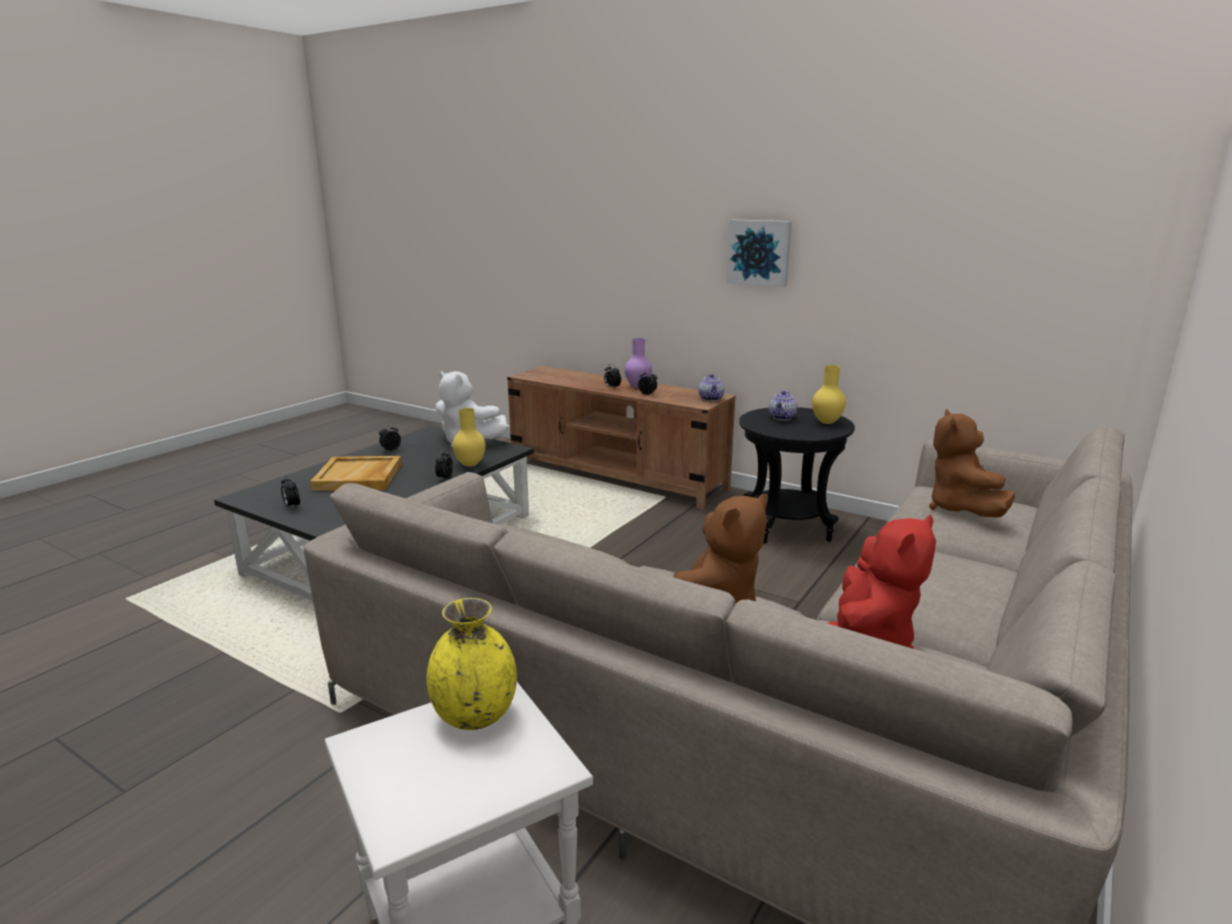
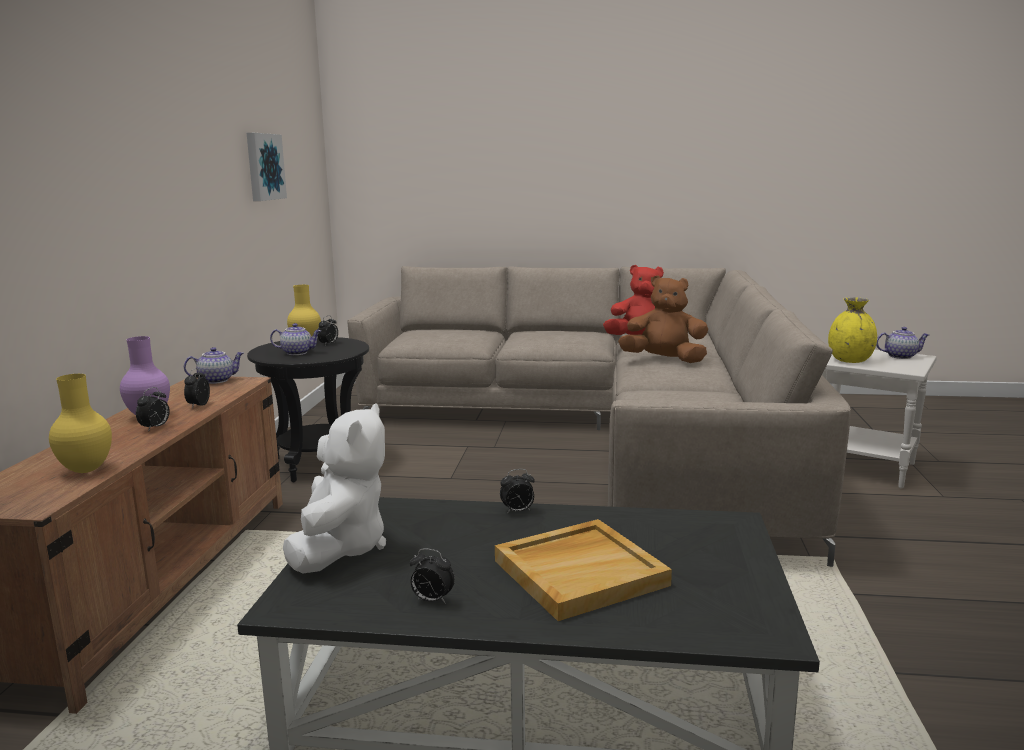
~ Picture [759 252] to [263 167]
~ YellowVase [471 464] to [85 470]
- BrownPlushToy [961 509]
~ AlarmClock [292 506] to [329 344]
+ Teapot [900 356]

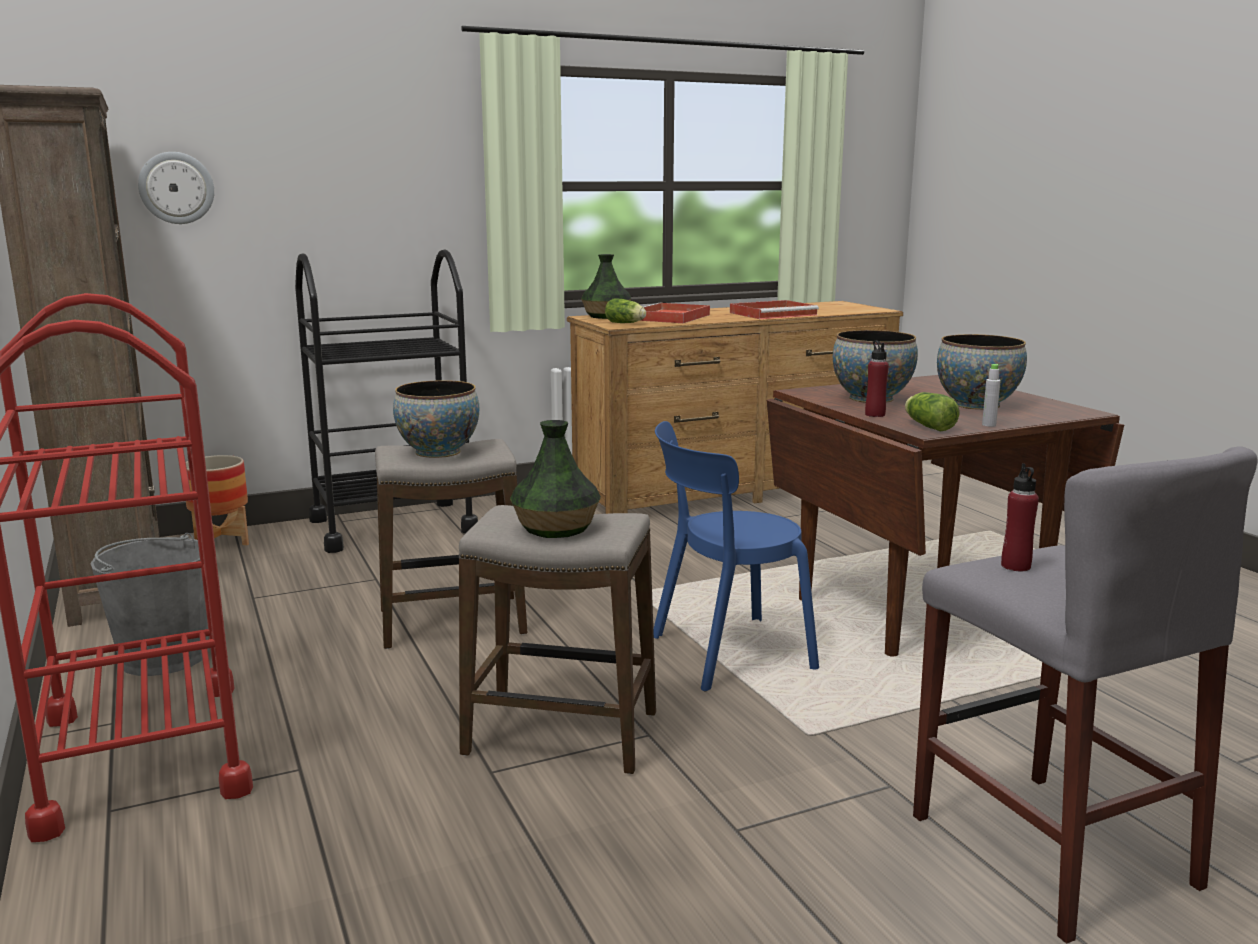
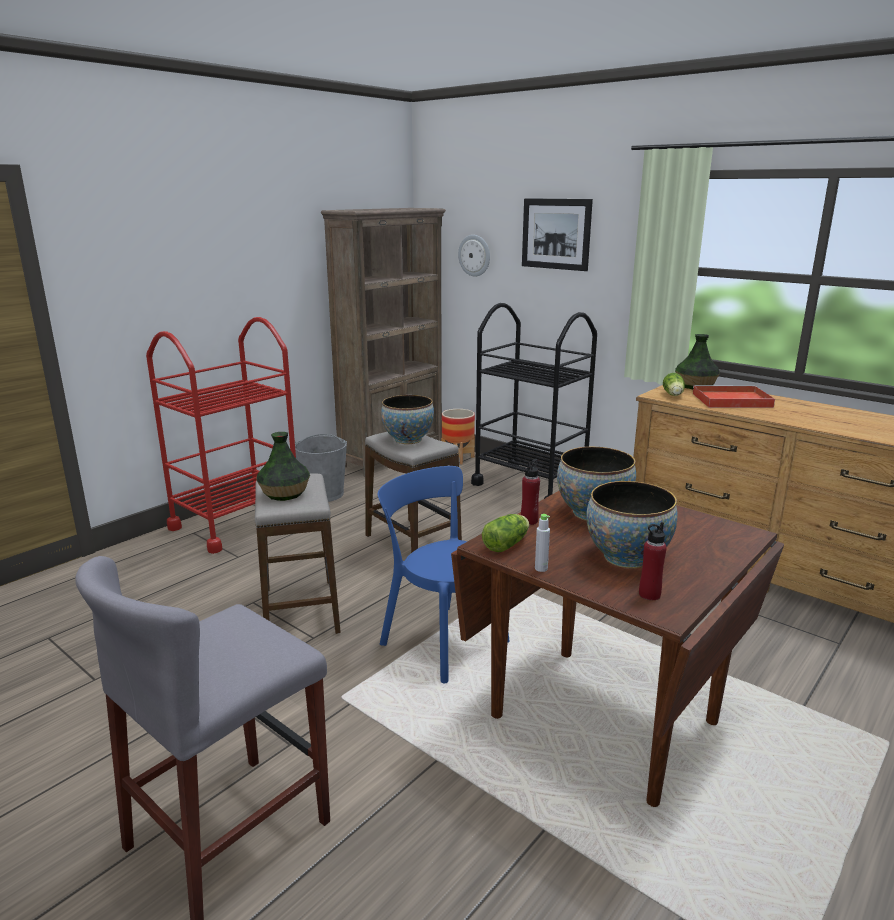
- RedTray [774 314]
~ RedBottle [1015 566] to [649 594]
+ Picture [556 234]

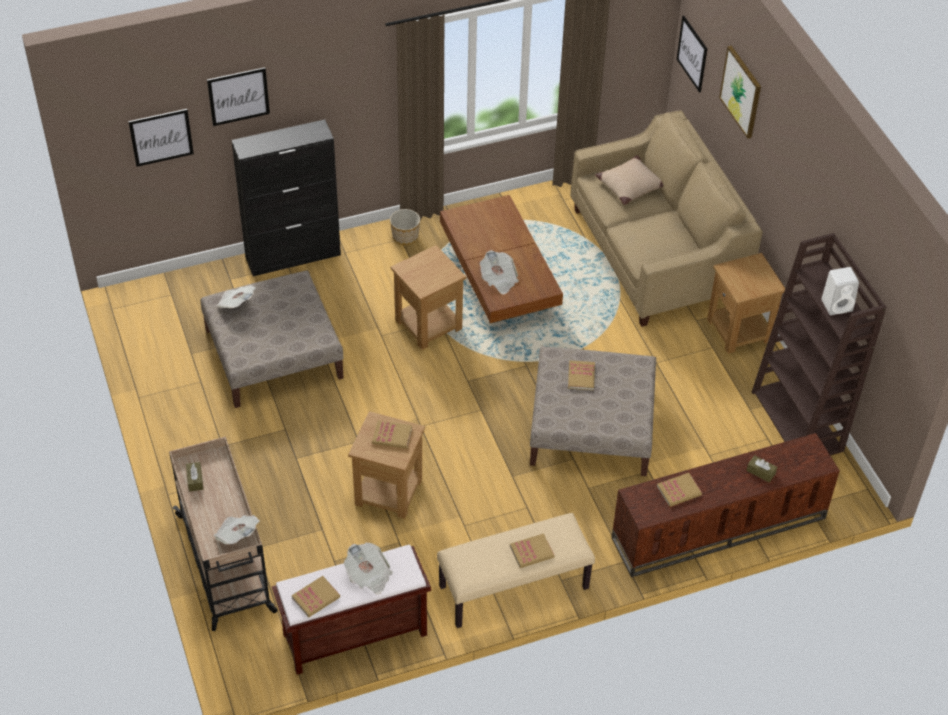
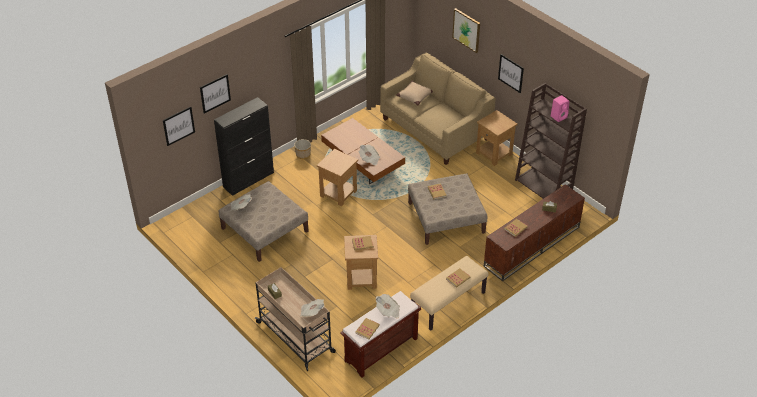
~ Picture [692 53] to [511 73]
~ WhiteSpeaker [837 305] to PinkSpeaker [559 116]

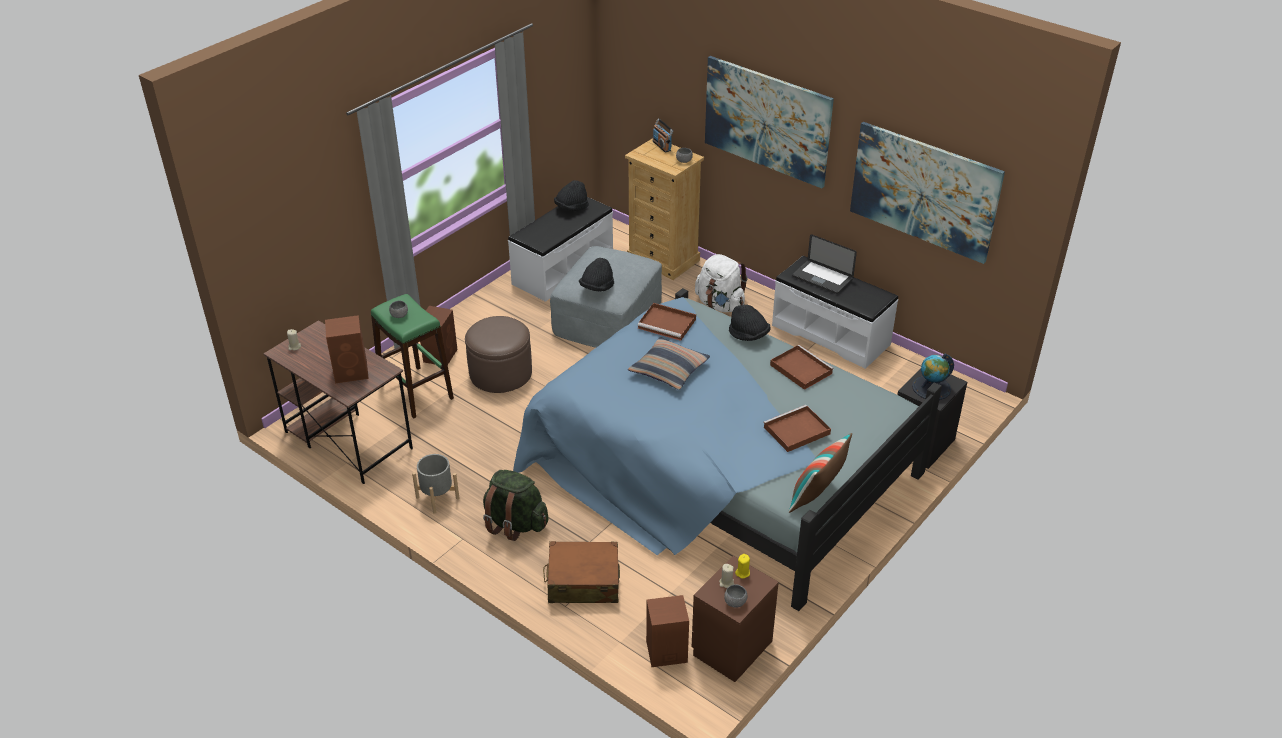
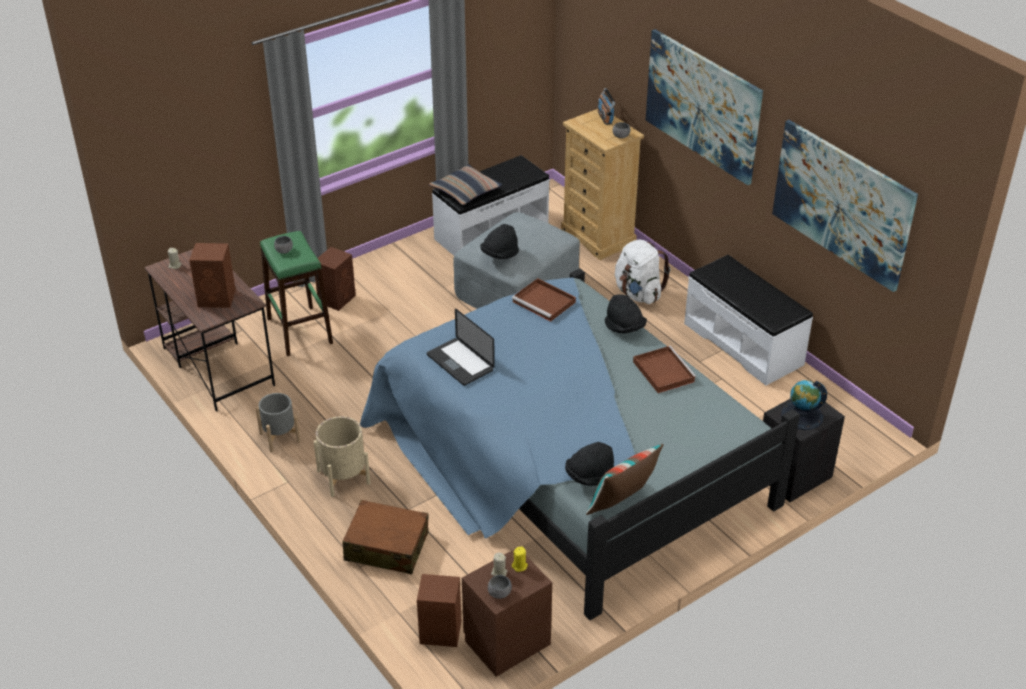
~ BlackHat [571 207] to [589 476]
~ Laptop [822 278] to [460 362]
- BrownOttoman [500 373]
~ Pillow [669 370] to [465 191]
- BrownTray [796 431]
~ GreenBackpack [515 523] to BeigePlanter [343 477]

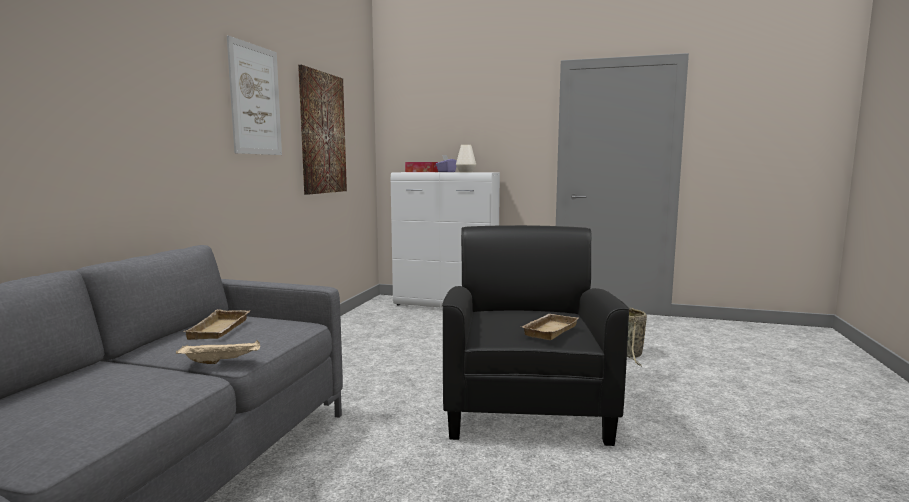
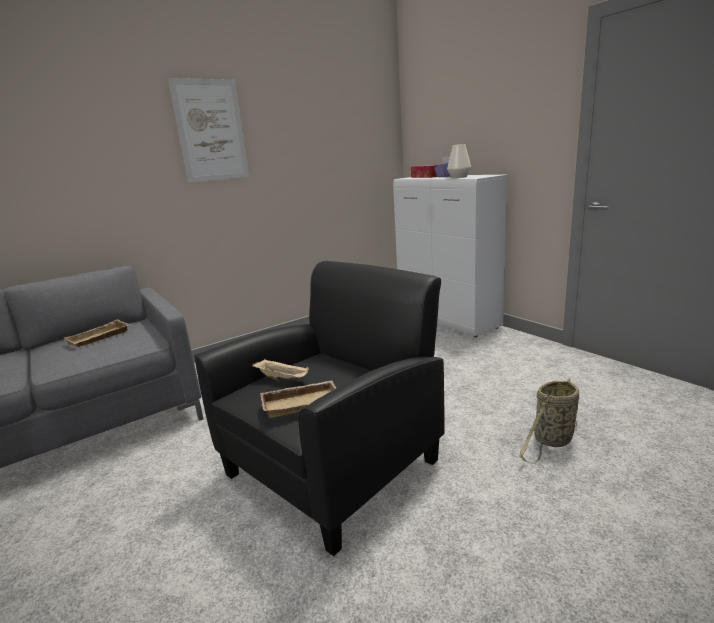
- Picture [322 133]
~ BeigeTray [222 361] to [282 378]

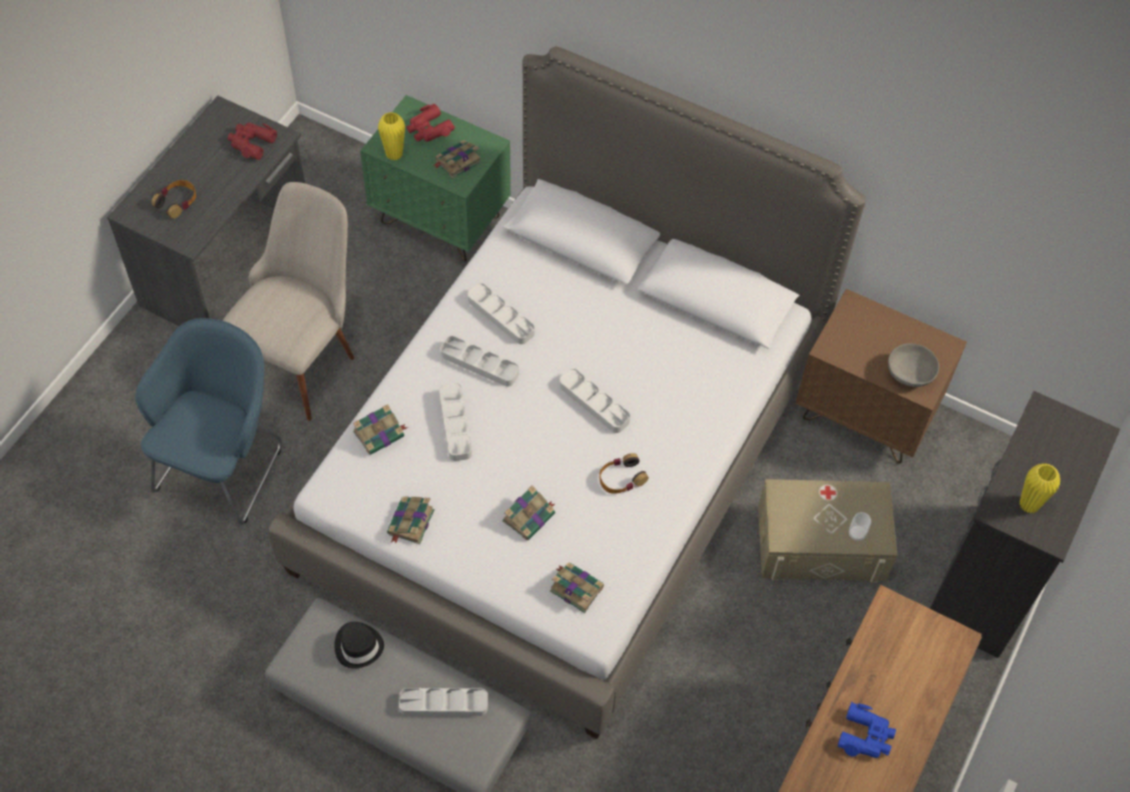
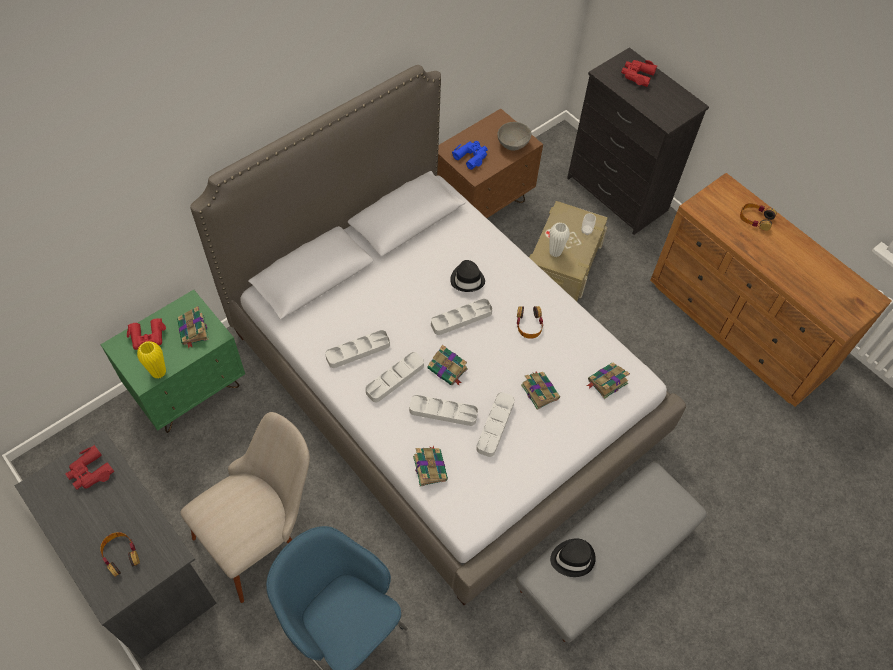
~ BeigeChair [302 353] = [262 534] 90 degrees clockwise
- YellowVase [1029 504]
~ Book [410 523] to [448 369]
~ GreyTray [443 704] to [495 426]
~ BlueBinoculars [866 736] to [471 156]
+ RedBinoculars [637 75]
+ Headphones [755 219]
+ WhiteVase [555 252]
+ BlackHat [467 279]

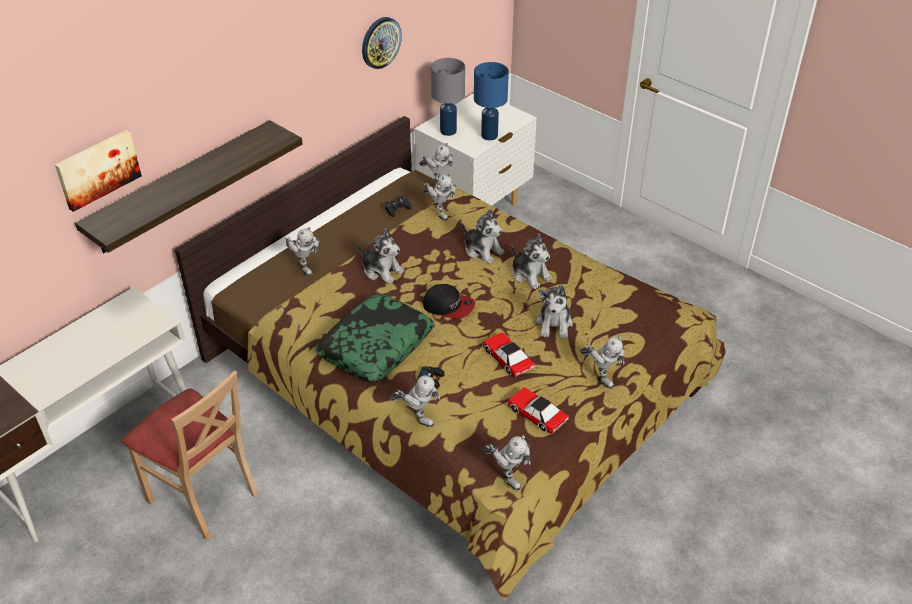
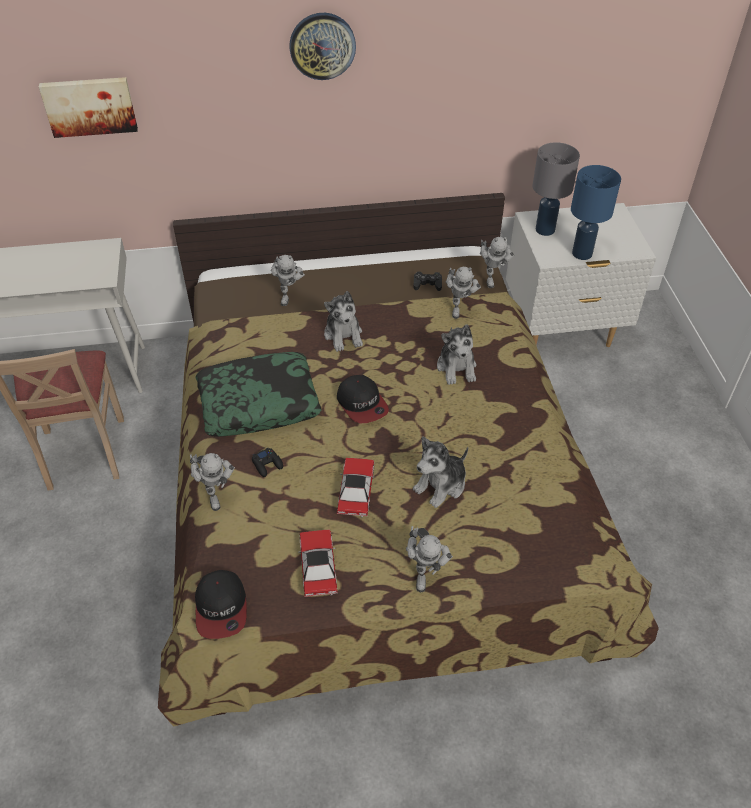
~ WallClock [380 42] to [322 46]
- Shelf [182 187]
- PlushToy [530 275]
~ ToyRobot [506 476] to Cap [221 608]

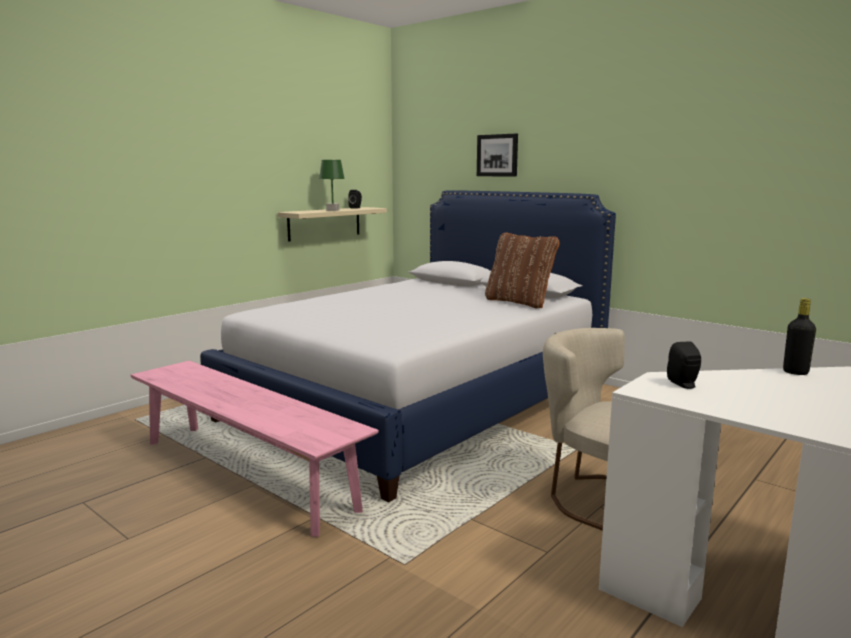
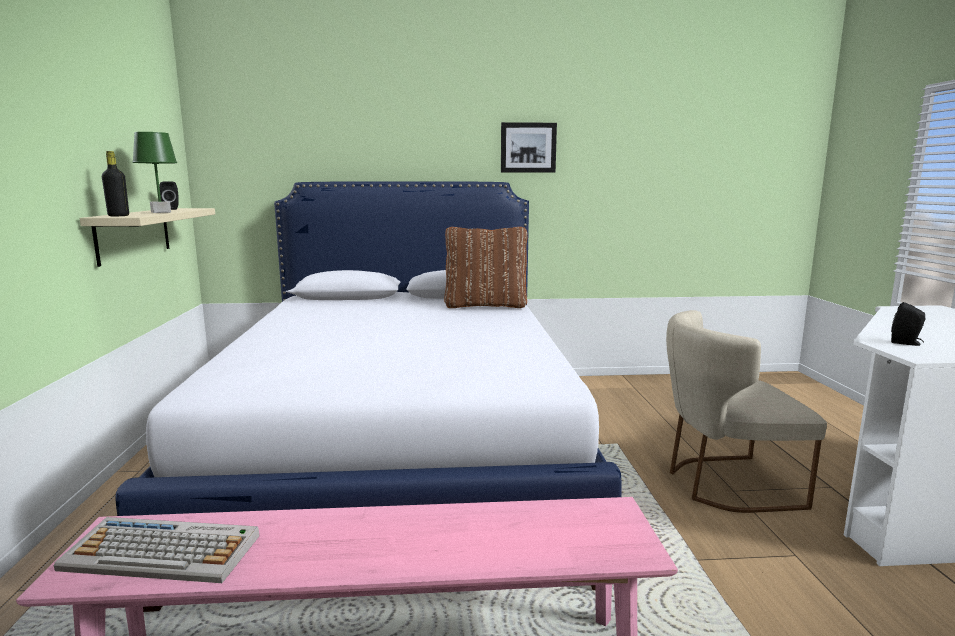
~ Picture [497 155] to [528 147]
~ BlackBottle [795 372] to [118 216]
+ Keyboard [164 552]

